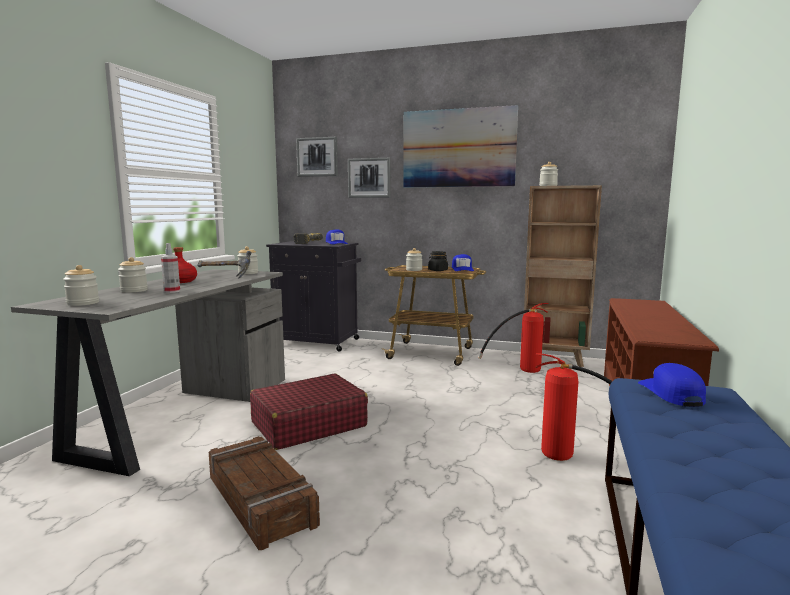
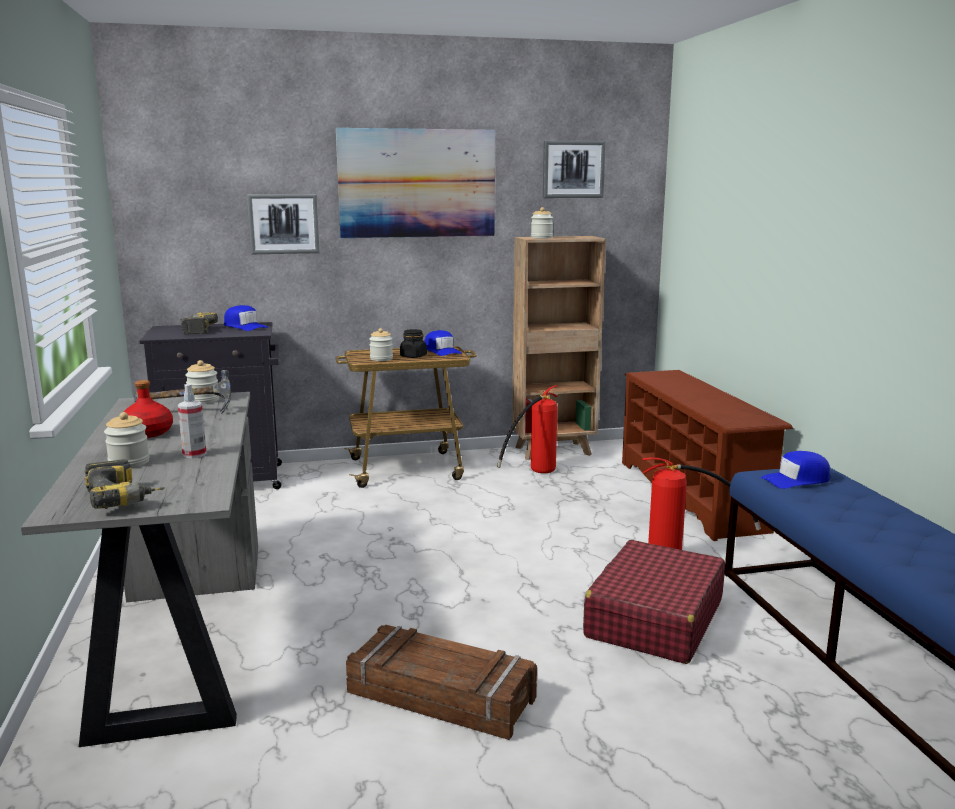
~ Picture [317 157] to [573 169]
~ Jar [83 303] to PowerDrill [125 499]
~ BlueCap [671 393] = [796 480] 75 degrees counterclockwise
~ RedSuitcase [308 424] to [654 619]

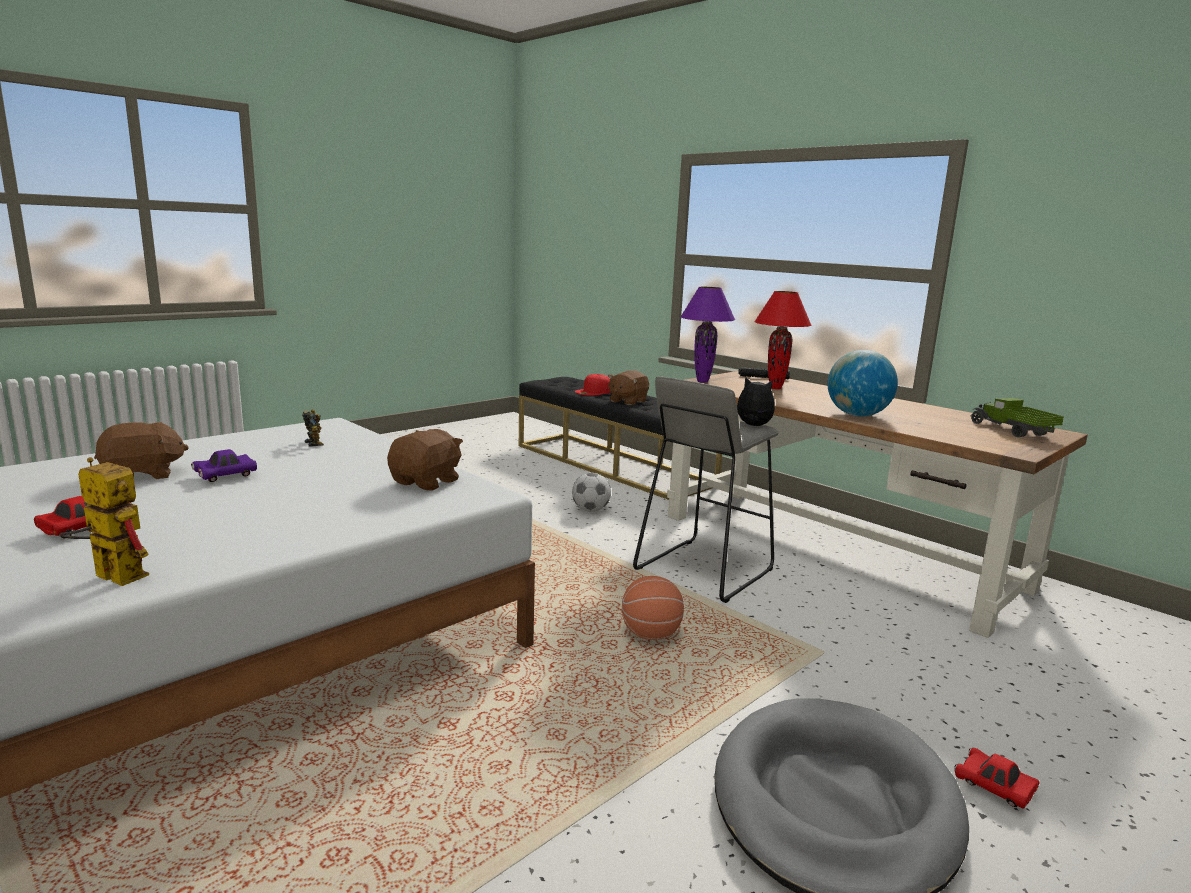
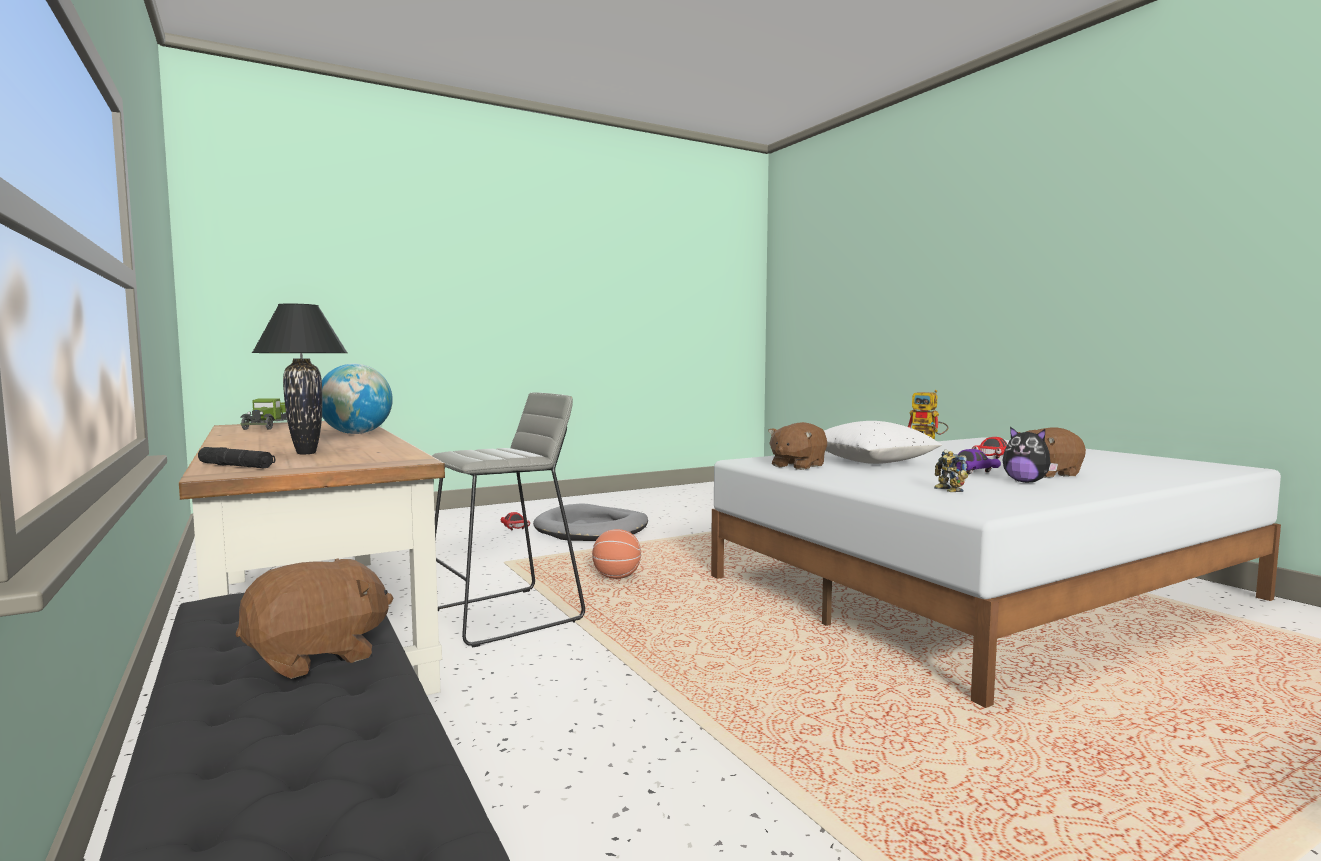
- PurpleTableLamp [703 381]
~ RedTableLamp [775 388] to BlackTableLamp [305 453]
- RedCap [594 391]
~ PlushToy [753 426] to [1026 482]
- Football [591 510]
+ WhitePillow [872 462]

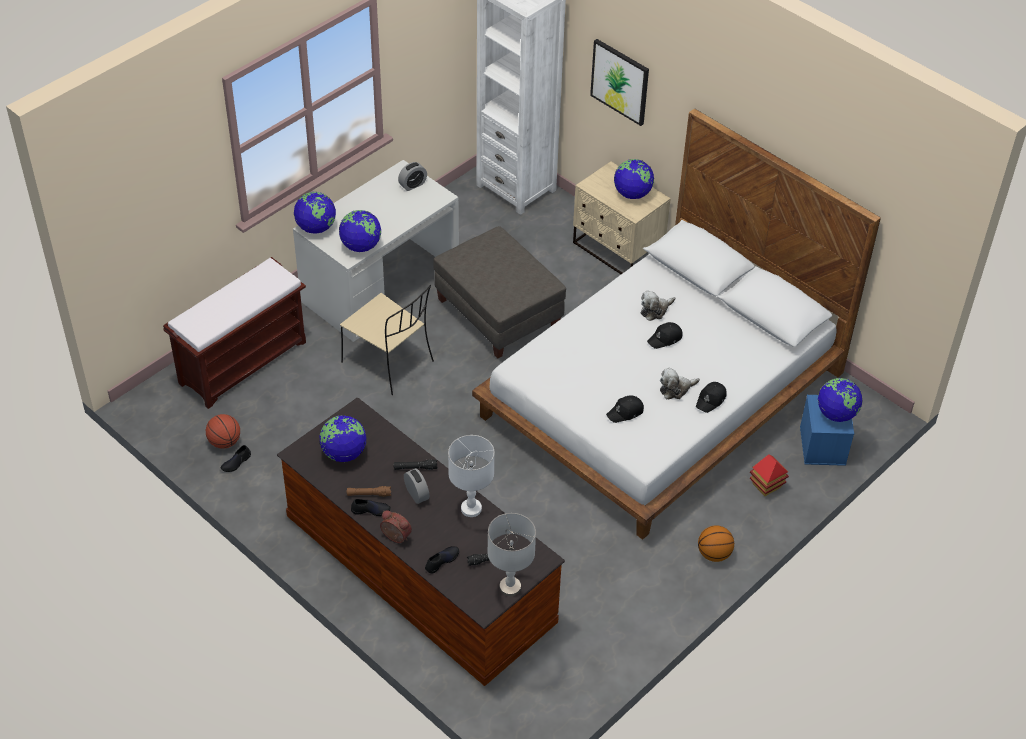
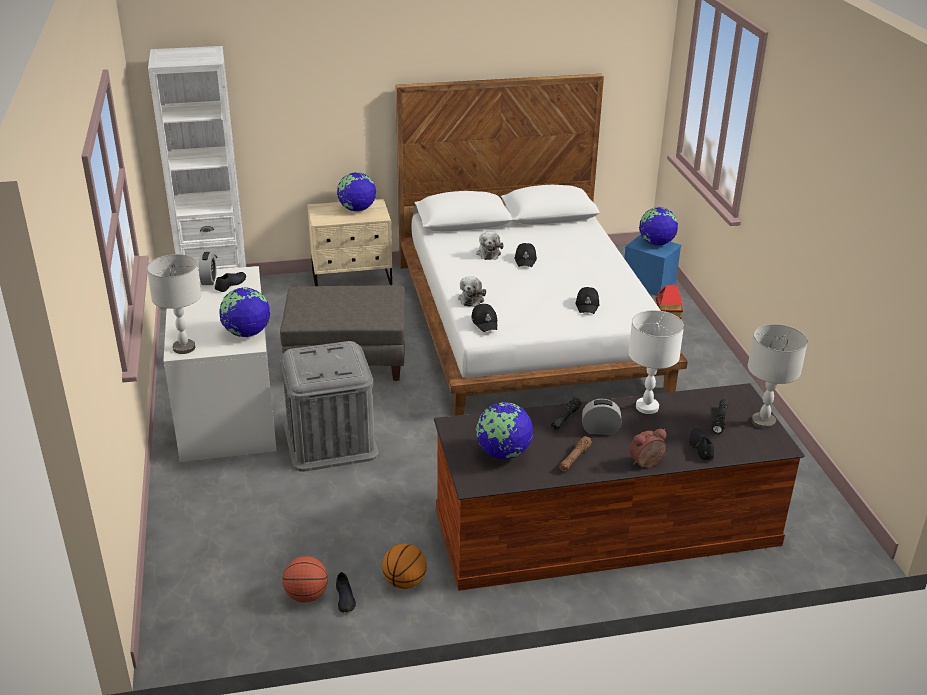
- Picture [620 81]
~ Globe [316 228] to GreyTableLamp [184 348]
- BrownBench [243 361]
~ BeigeChair [389 363] to GreyStorageBox [330 440]
~ PlushToy [676 389] to [471 299]
~ BlackCap [711 400] to [485 322]
~ BlackShoe [371 510] to [230 284]
~ Basketball [714 554] to [405 582]

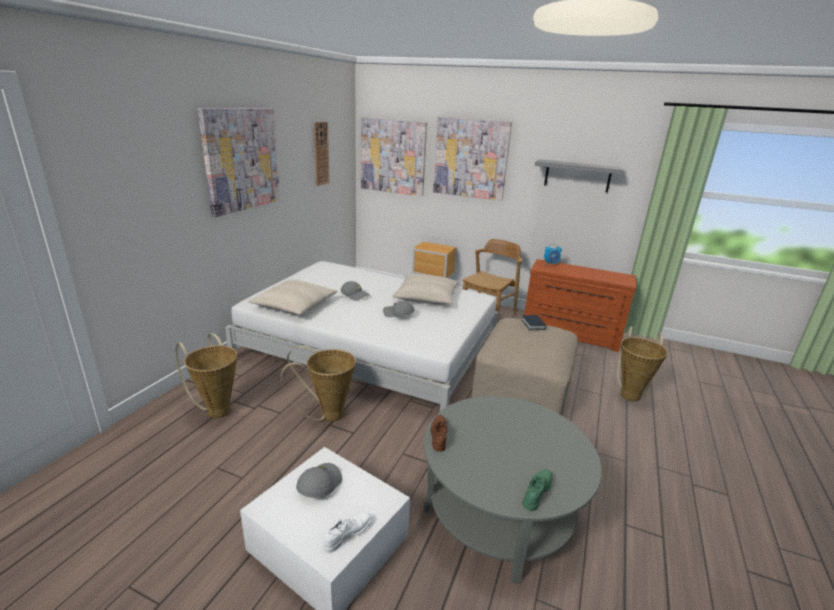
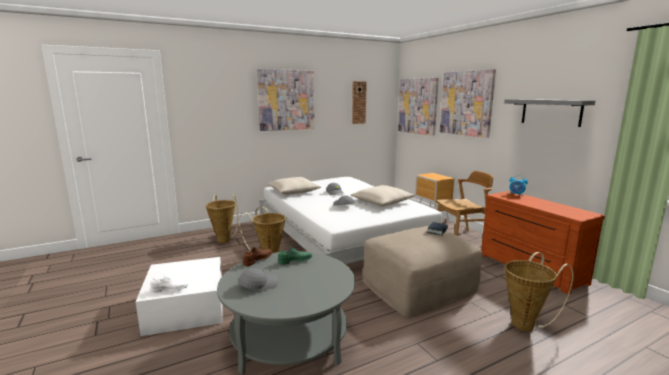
~ GreyCap [319 484] to [259 284]
~ GreenShoe [537 492] to [295 261]

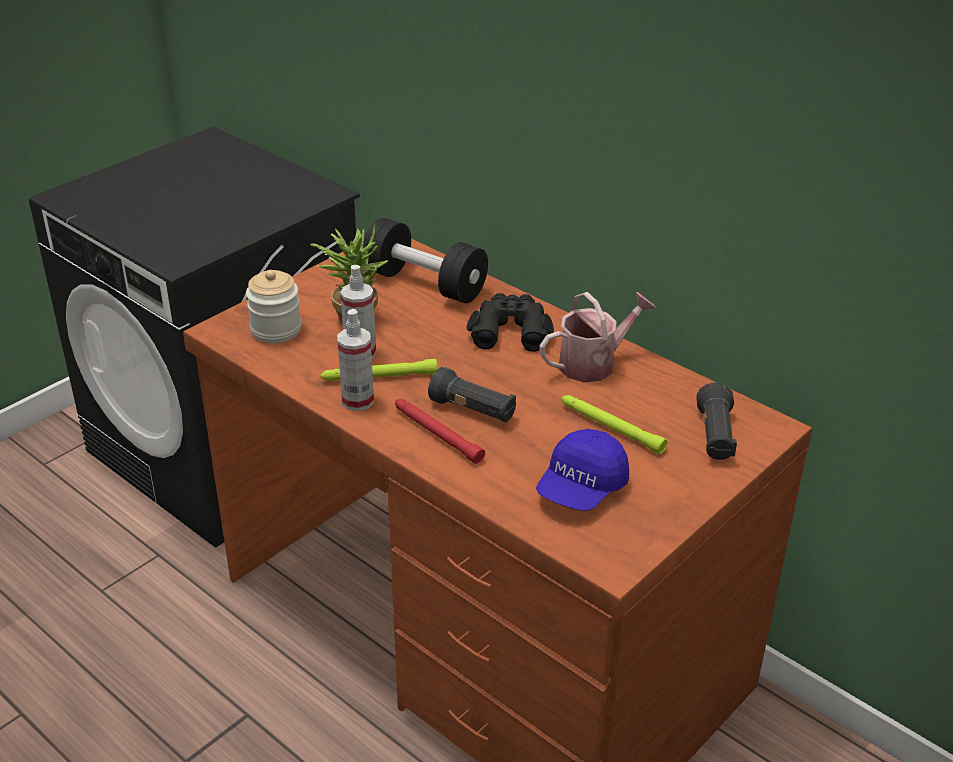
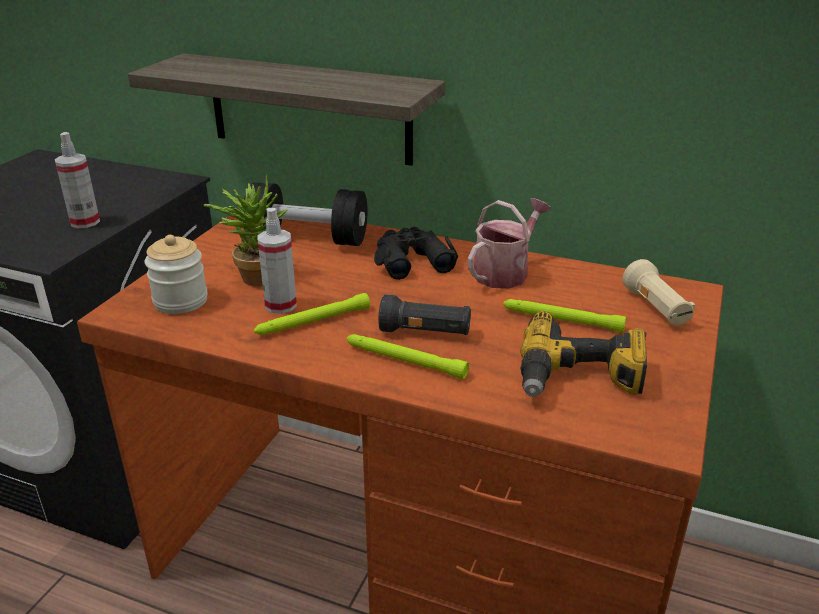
~ SprayBottle [357 401] to [85 222]
~ BlackFlashlight [715 437] to BeigeFlashlight [656 308]
~ RedFlashlight [436 434] to GreenFlashlight [404 361]
~ BlueCap [581 488] to PowerDrill [579 378]
+ Shelf [309 109]

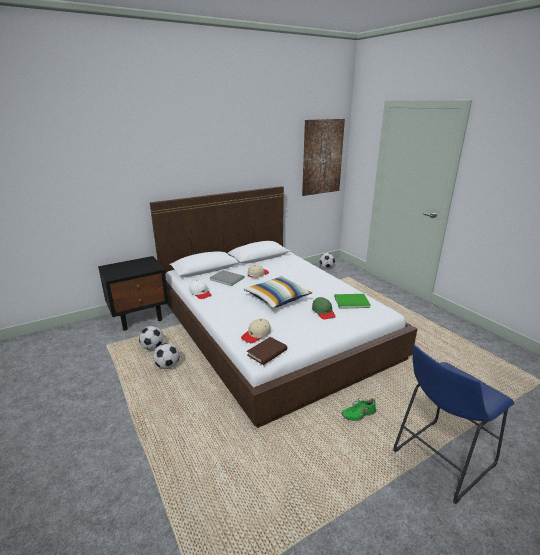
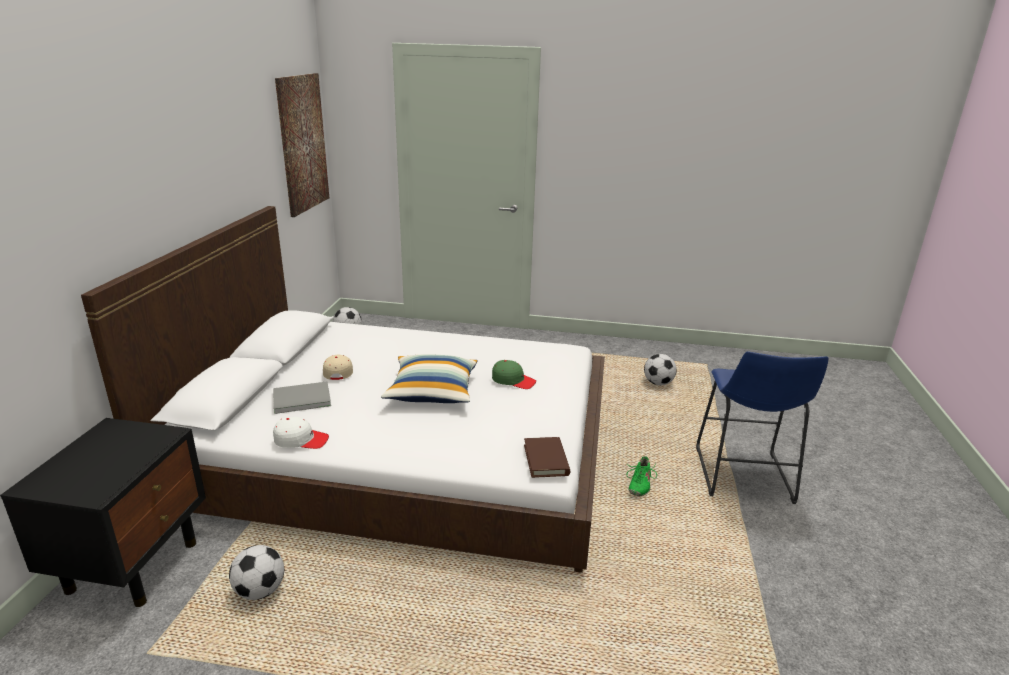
- GreenBook [350 301]
- BeigeCap [256 335]
~ Football [167 366] to [658 383]

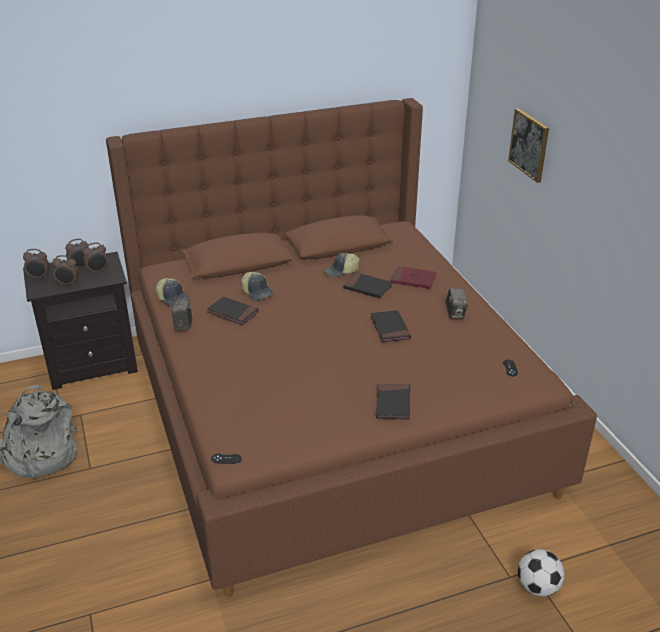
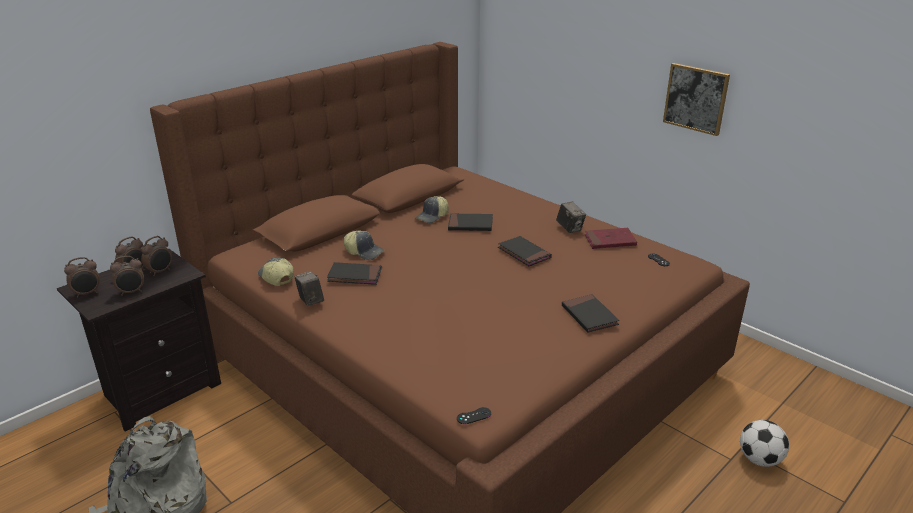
~ Picture [529 144] to [696 98]
~ RedBook [413 280] to [610 241]
~ Cap [173 298] = [276 278] 150 degrees counterclockwise

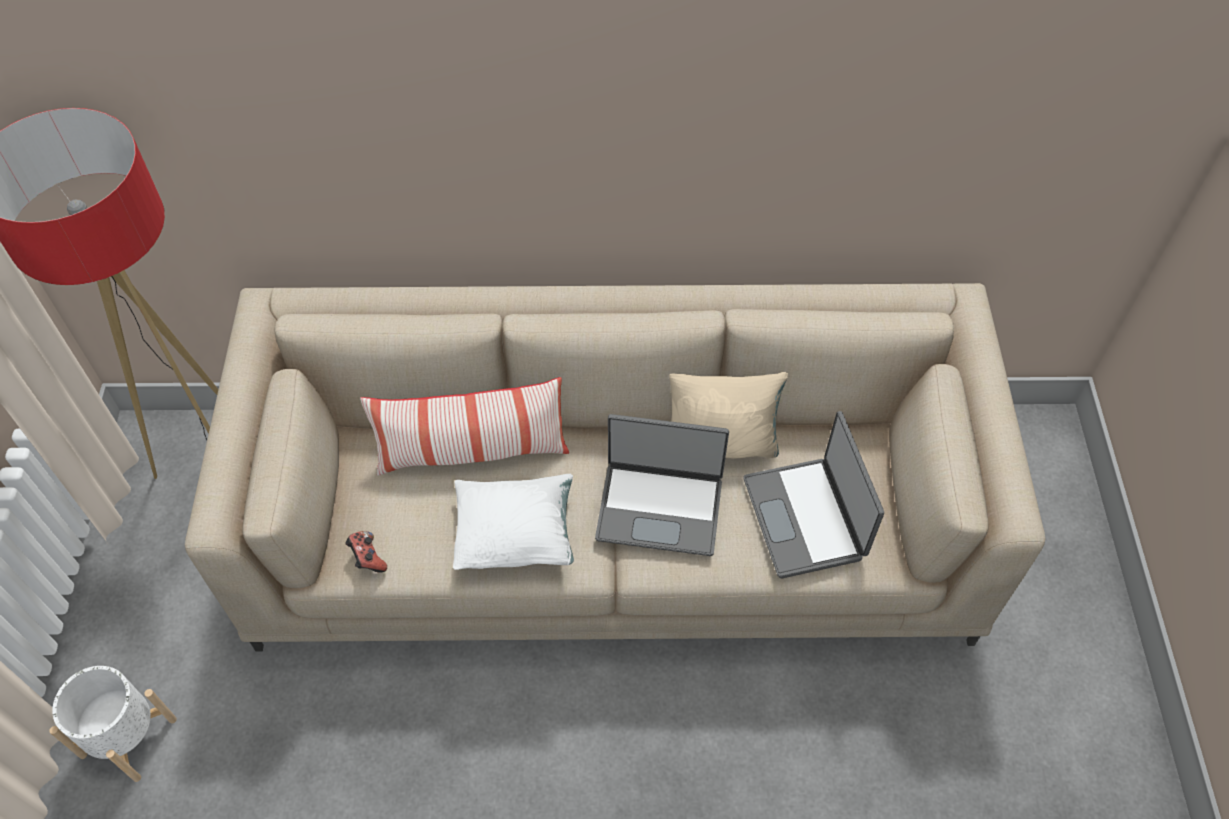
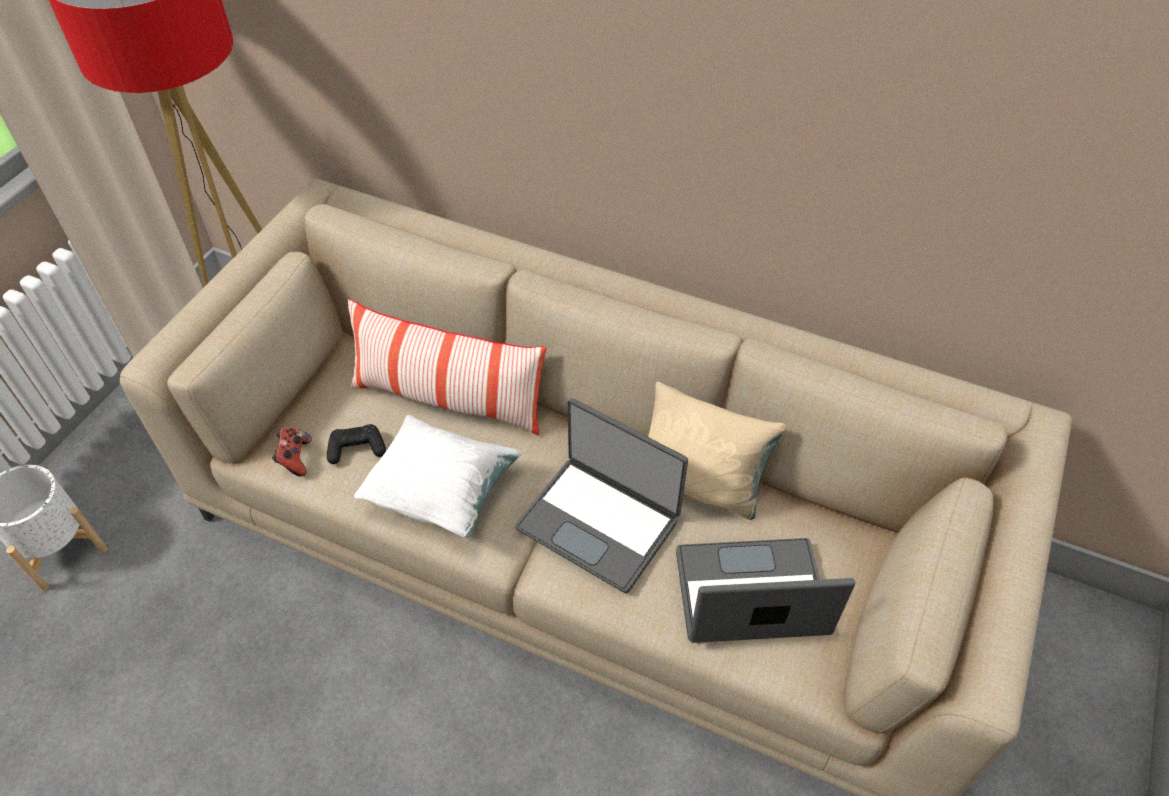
~ Laptop [806 518] = [751 596] 75 degrees clockwise
+ BlackGameController [357 449]

